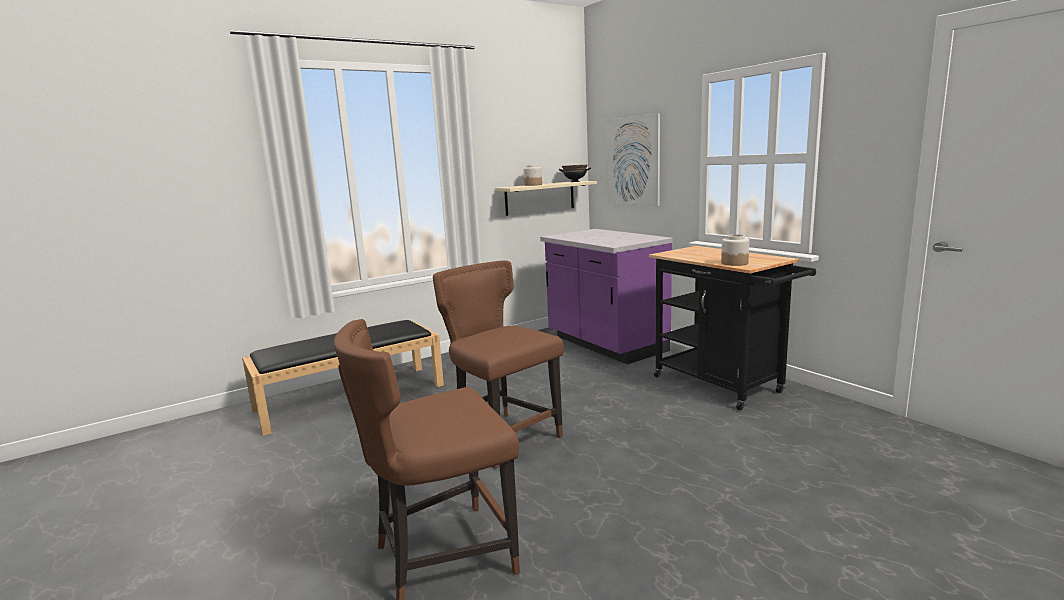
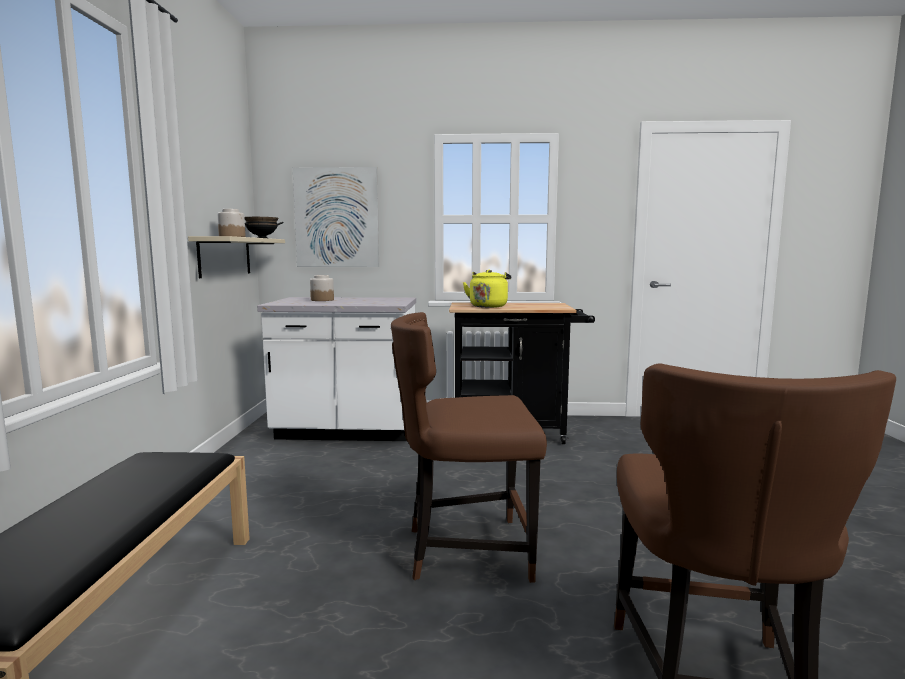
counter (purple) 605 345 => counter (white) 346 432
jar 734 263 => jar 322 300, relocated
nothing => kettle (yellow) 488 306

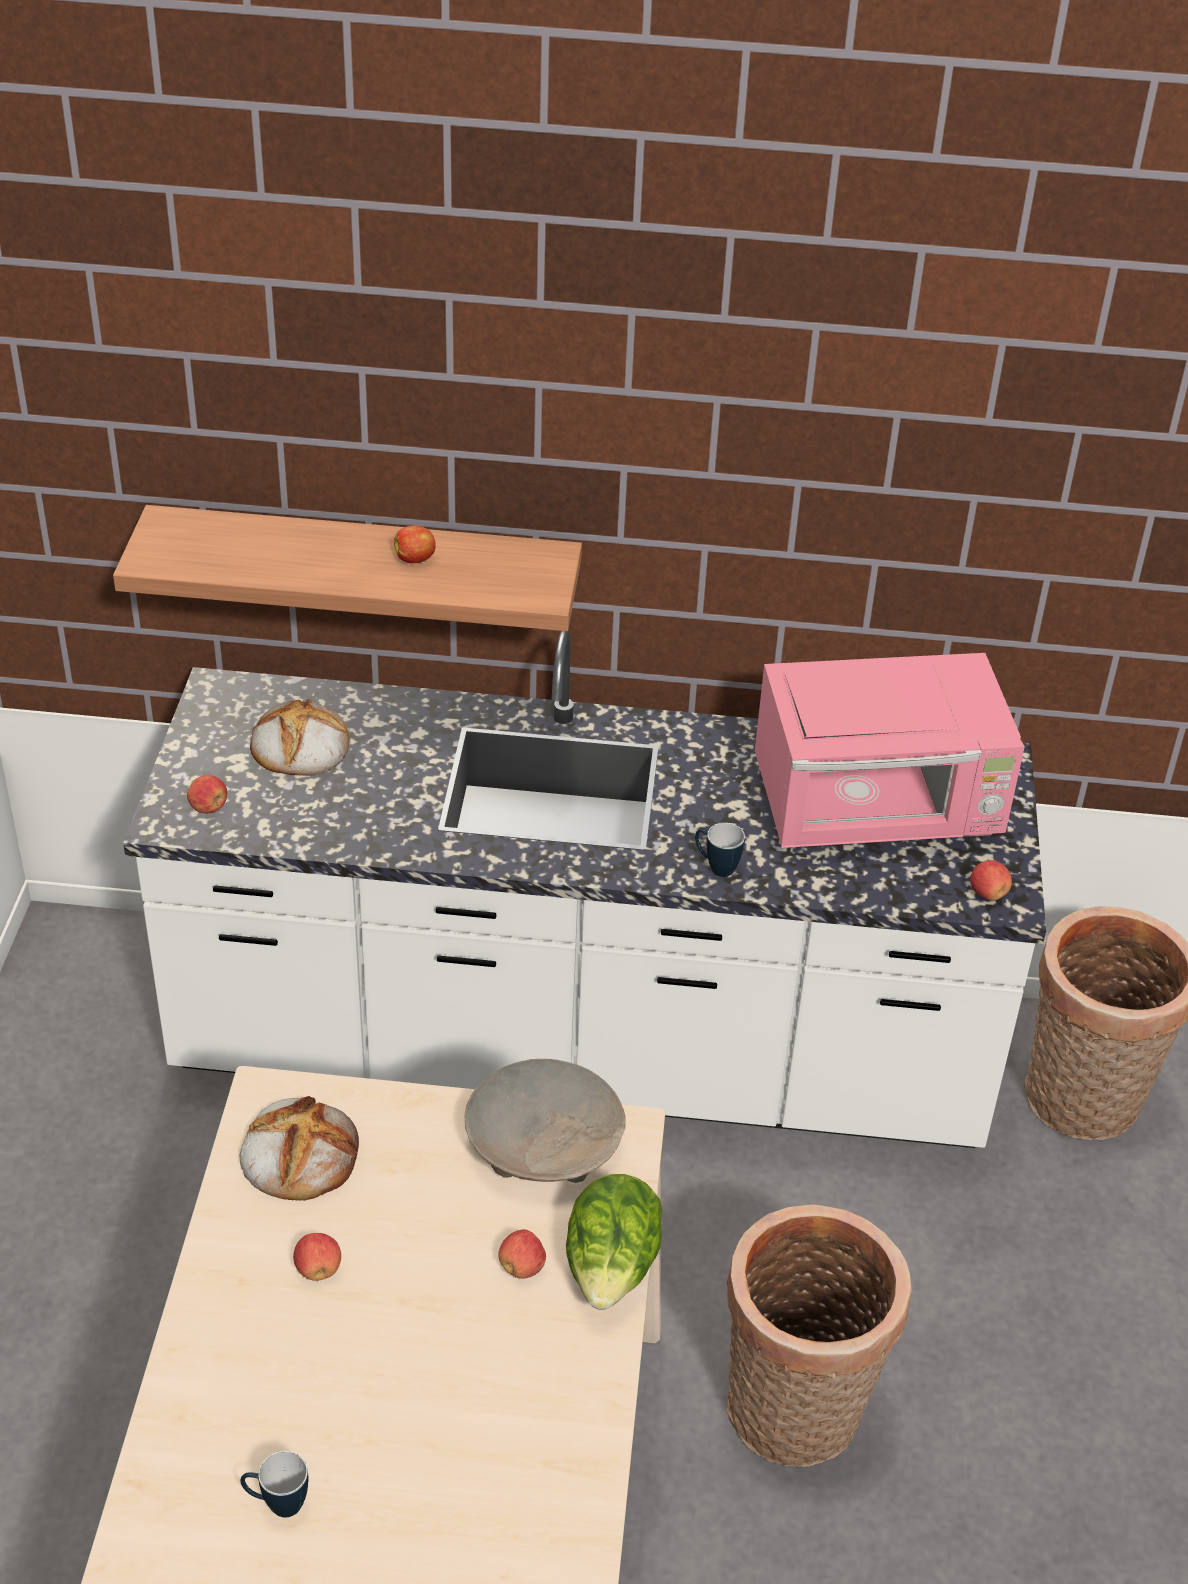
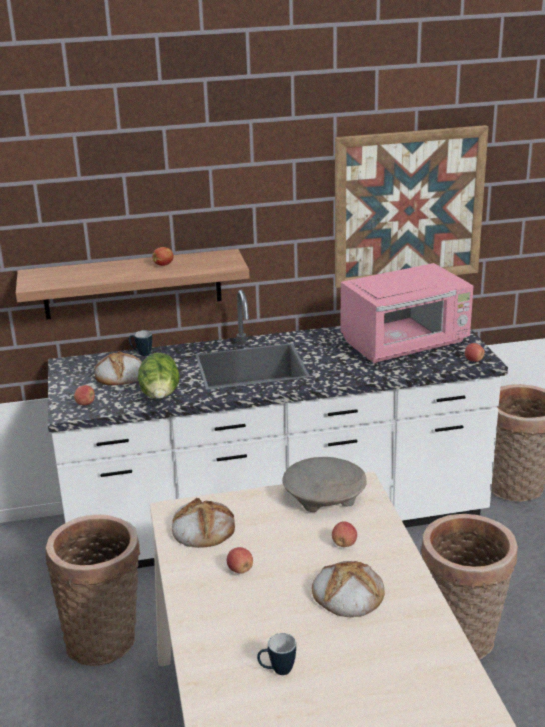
lettuce 612 1269 => lettuce 161 397, relocated
mug 716 867 => mug 141 353, relocated
nothing => basket 105 639
nothing => bread 347 594
nothing => picture 408 207

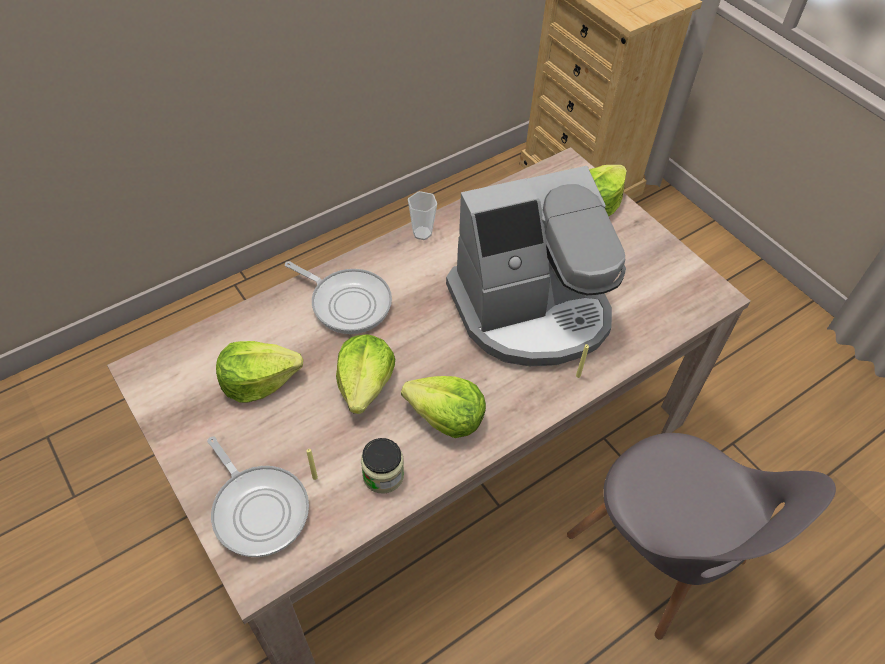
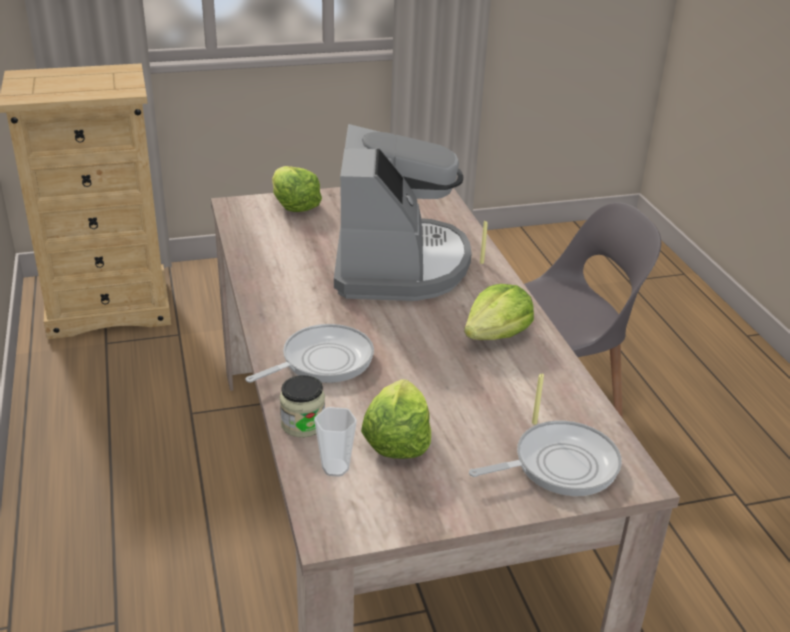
lettuce 365 384 => nothing
jar 383 475 => jar 303 424, relocated
cup 422 233 => cup 335 468, relocated

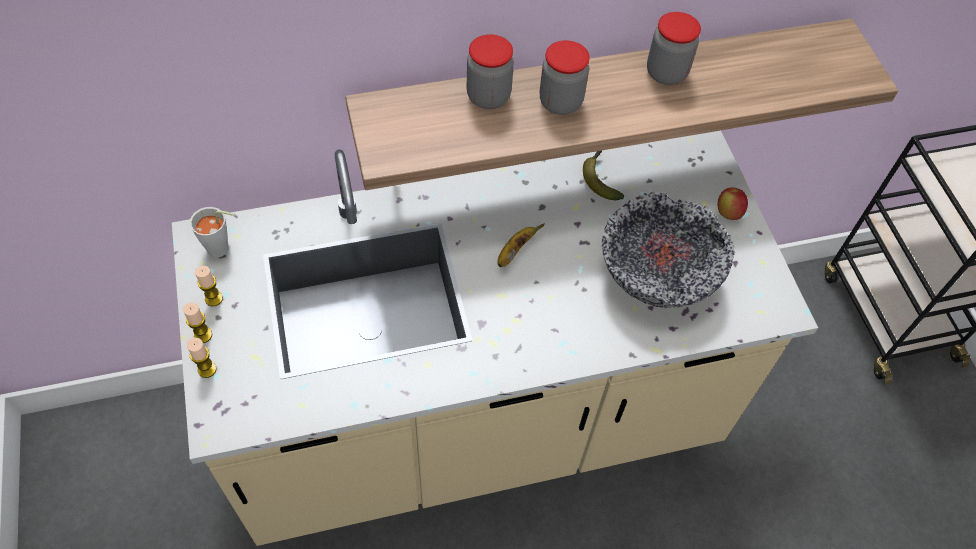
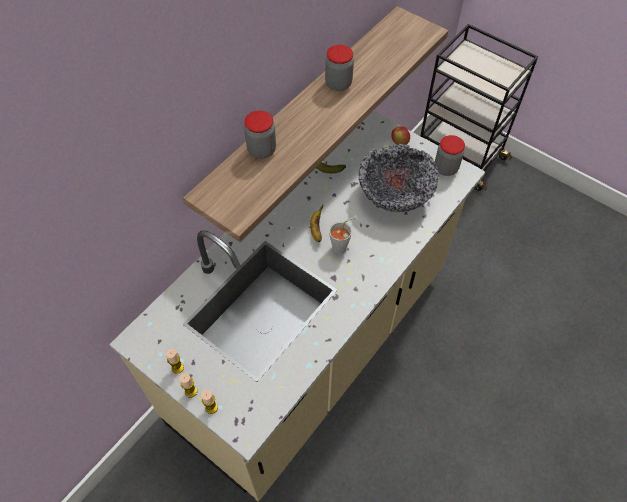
cup (grey) 223 249 => cup (grey) 342 247, relocated
jar 560 102 => jar 446 168, relocated

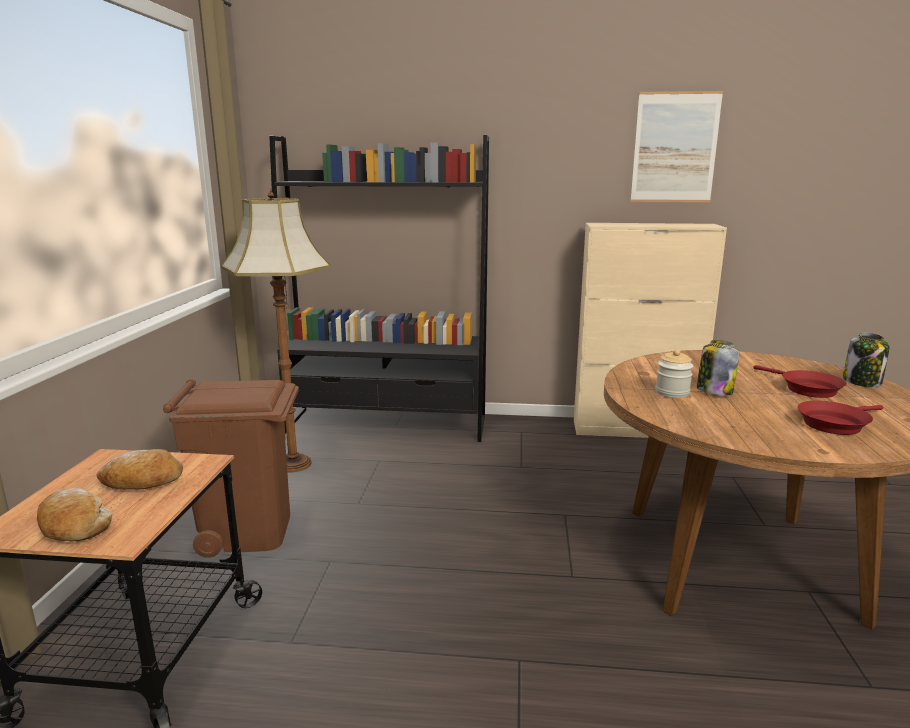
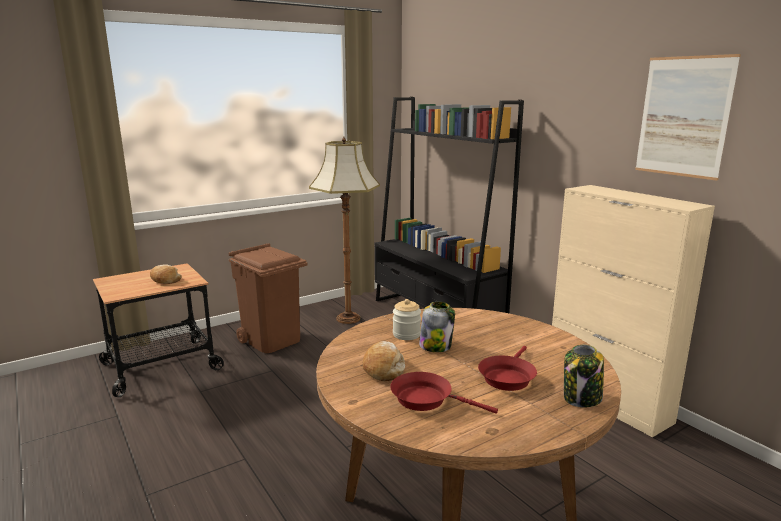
bread 74 526 => bread 383 368, relocated

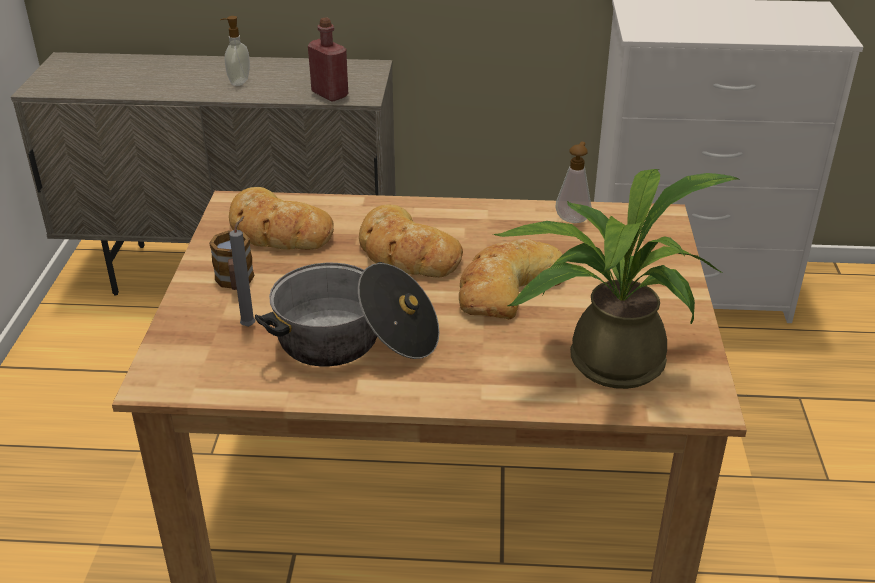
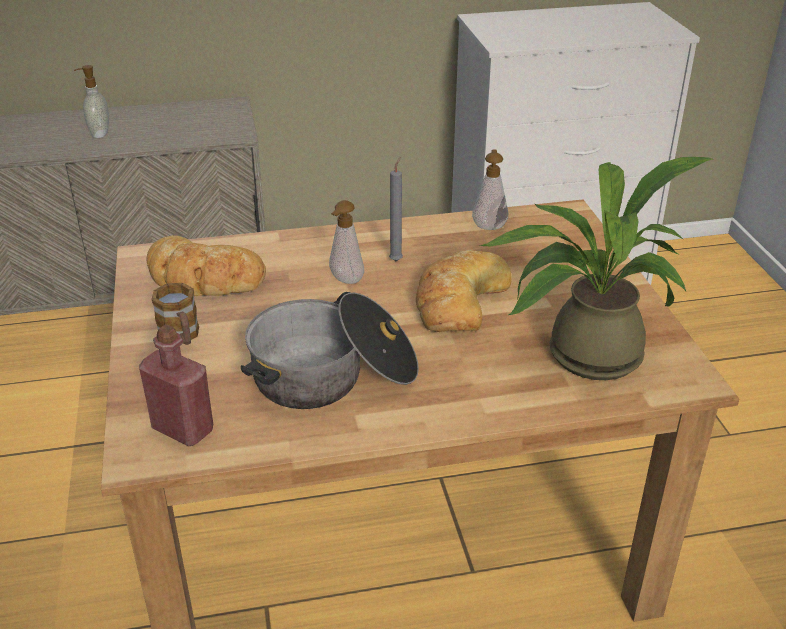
candle (grey) 250 325 => candle (grey) 397 260, relocated
bottle (red) 330 94 => bottle (red) 183 429, relocated
bread 406 252 => soap dispenser 345 281

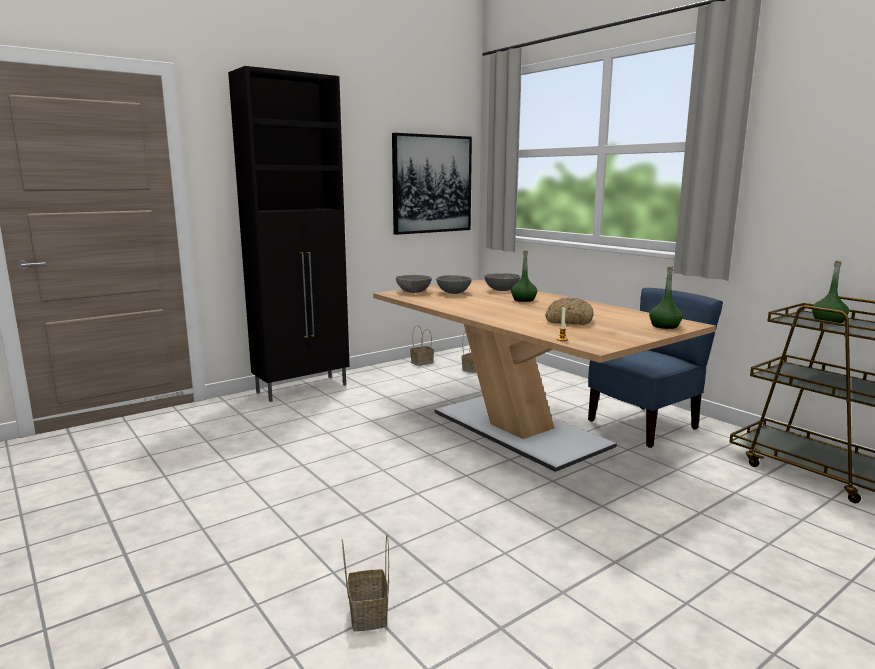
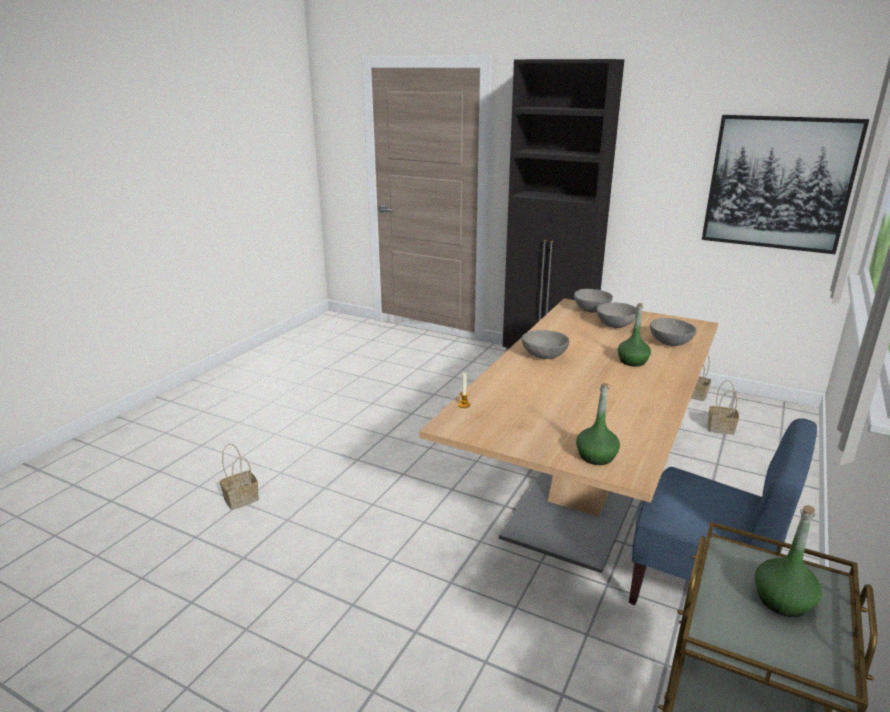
bread 568 321 => nothing
nothing => bowl (grey) 545 356

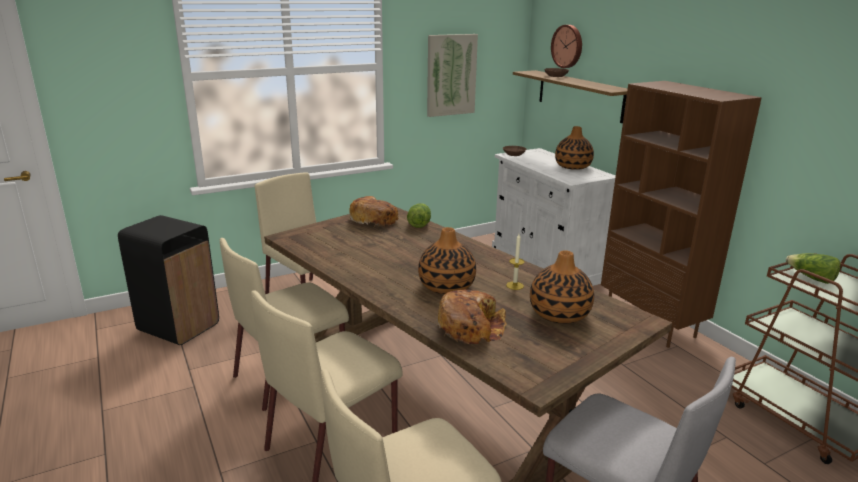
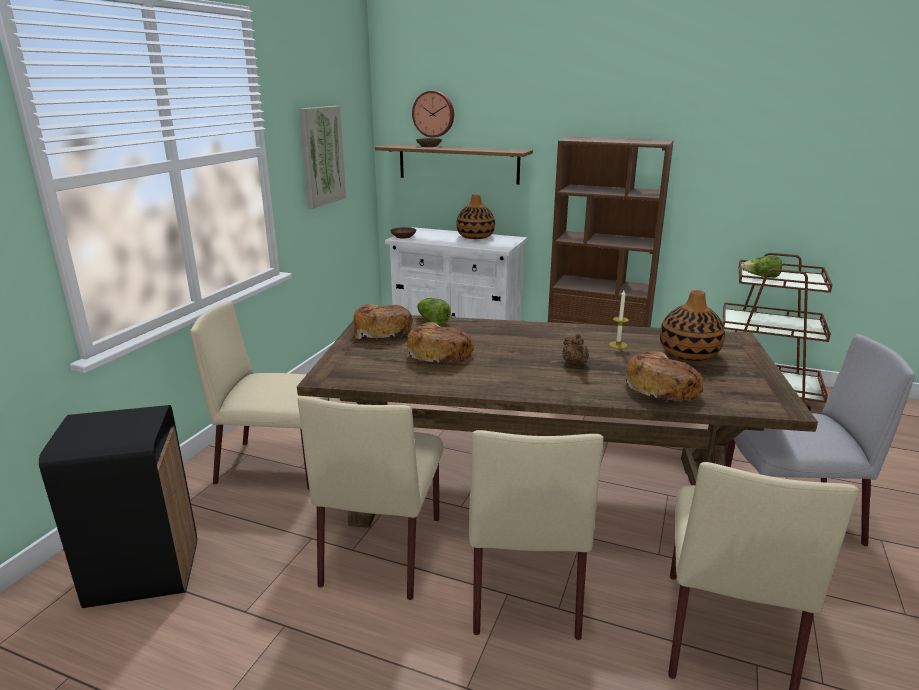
vase 446 286 => teapot (brown) 575 365
nothing => bread 439 354

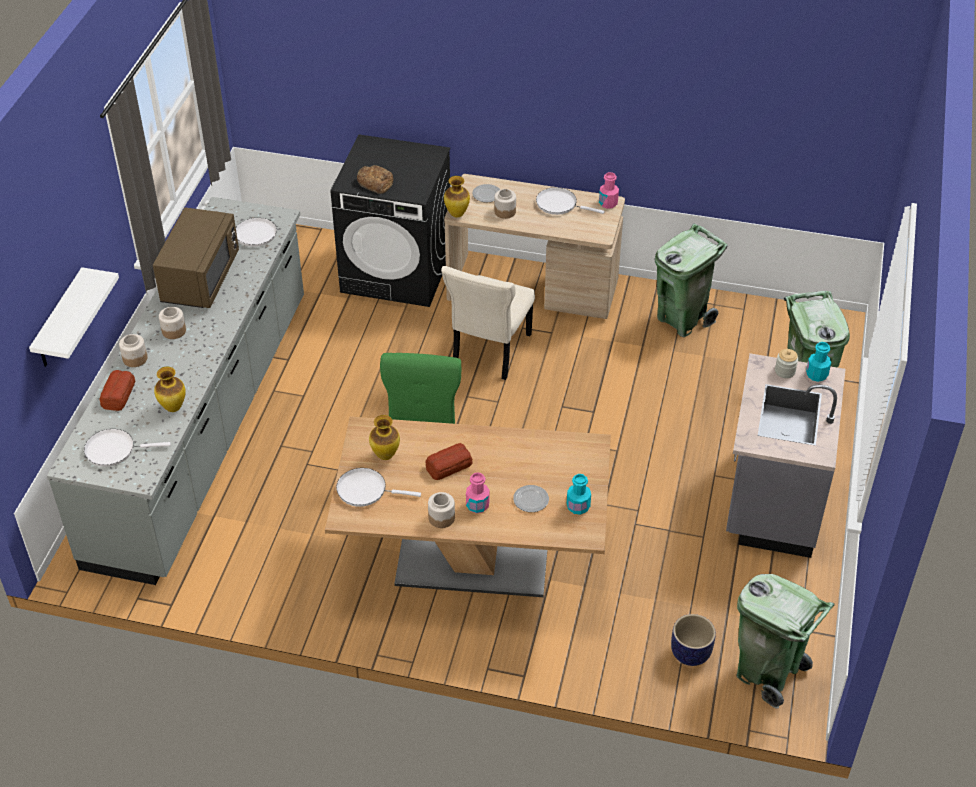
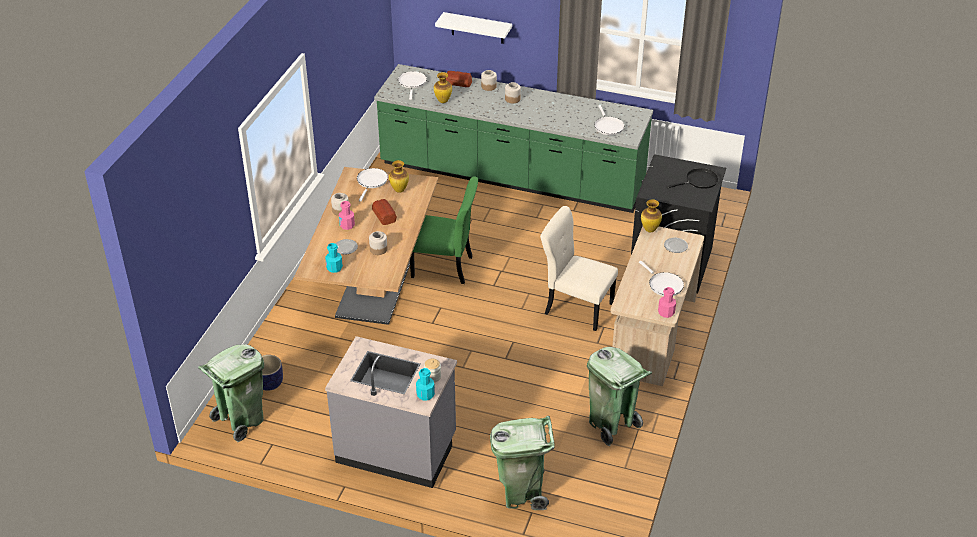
counter (grey) 203 427 => counter (green) 511 176
microwave (brown) 200 278 => nothing
bread 375 182 => nothing
jar 505 211 => jar 379 249, relocated
frying pan (white) 559 204 => frying pan (white) 664 285, 120 degrees clockwise
nothing => frying pan (black) 699 181

